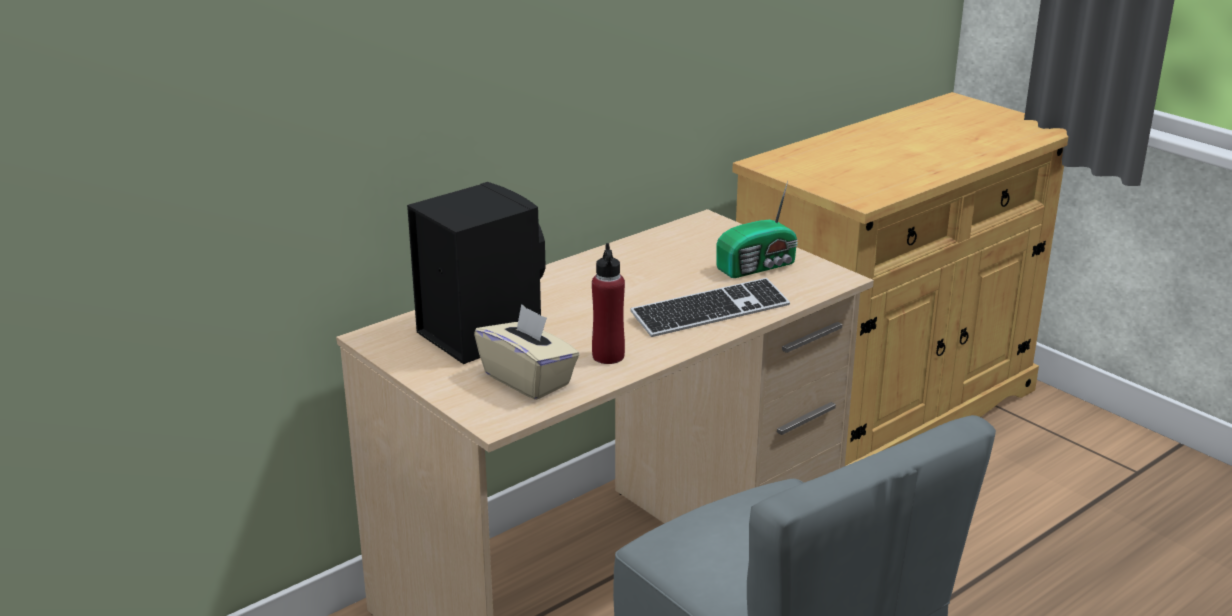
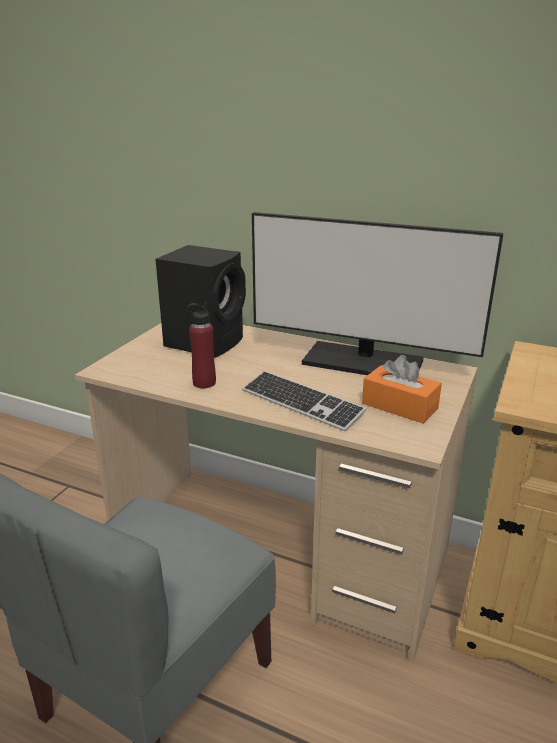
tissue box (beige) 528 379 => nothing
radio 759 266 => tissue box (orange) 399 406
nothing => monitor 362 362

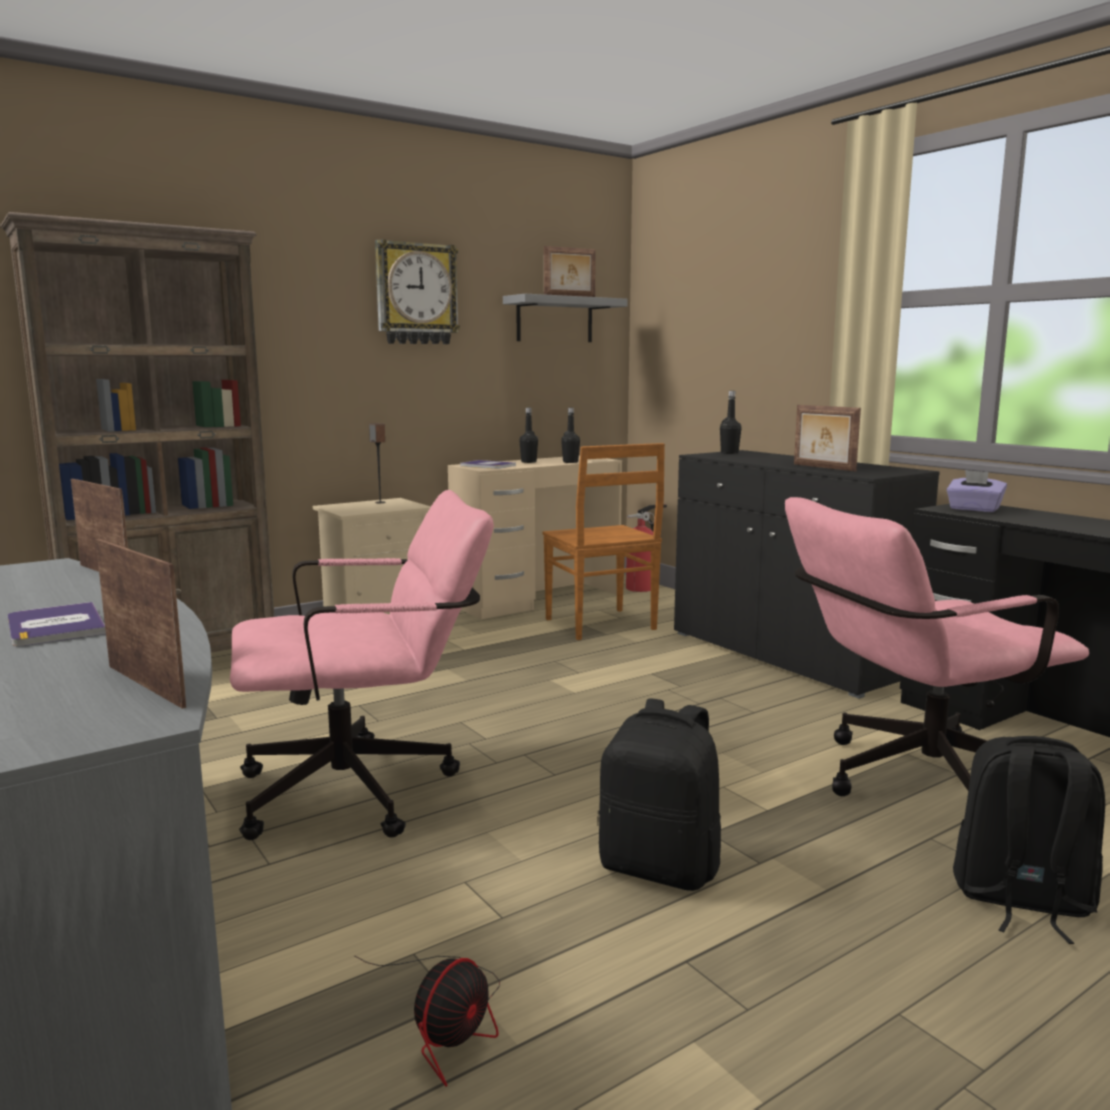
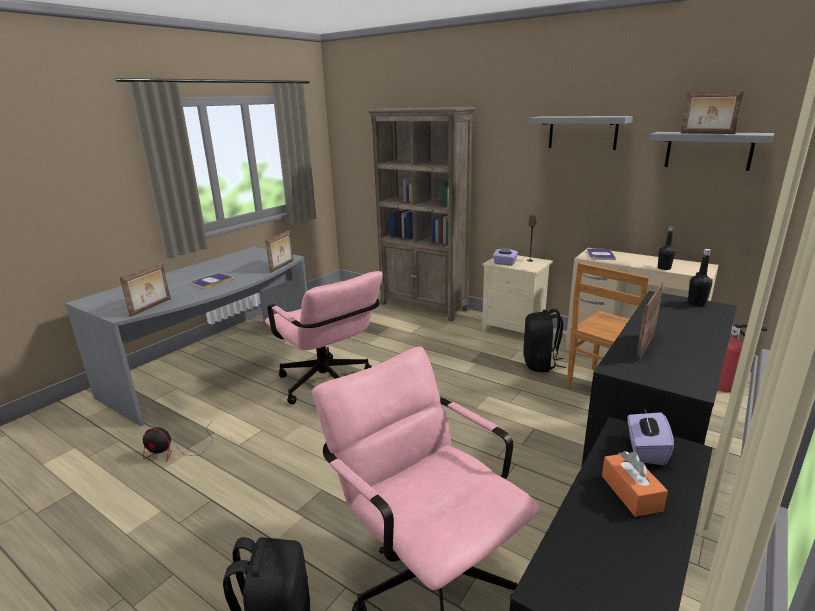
wall clock 416 294 => shelf (grey) 582 132
bottle (black) 528 462 => nothing
backpack (black) 660 867 => backpack (black) 540 364, relocated
nothing => tissue box (purple) 504 263
nothing => tissue box (orange) 631 493

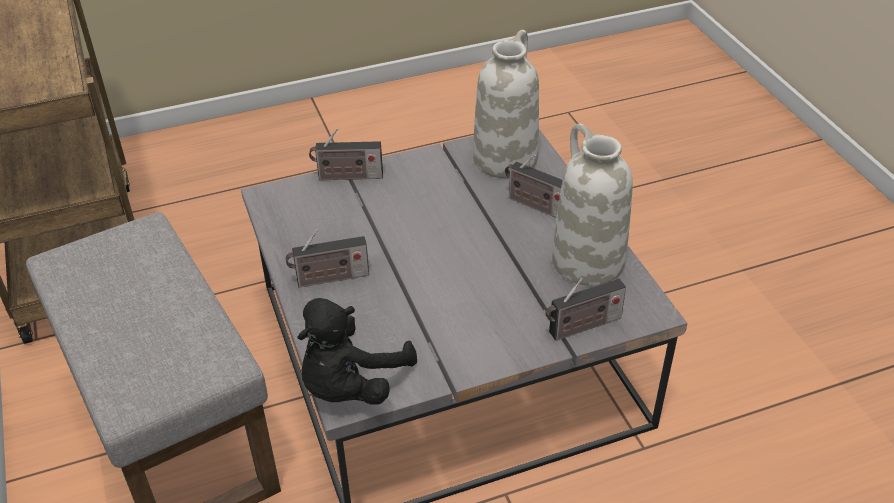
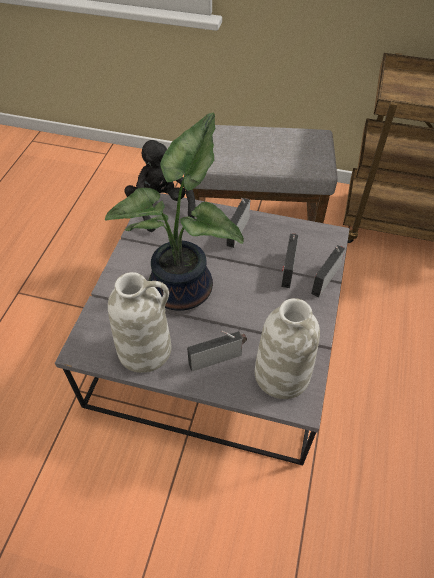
radio 582 327 => radio 287 267, relocated
nothing => potted plant 185 288

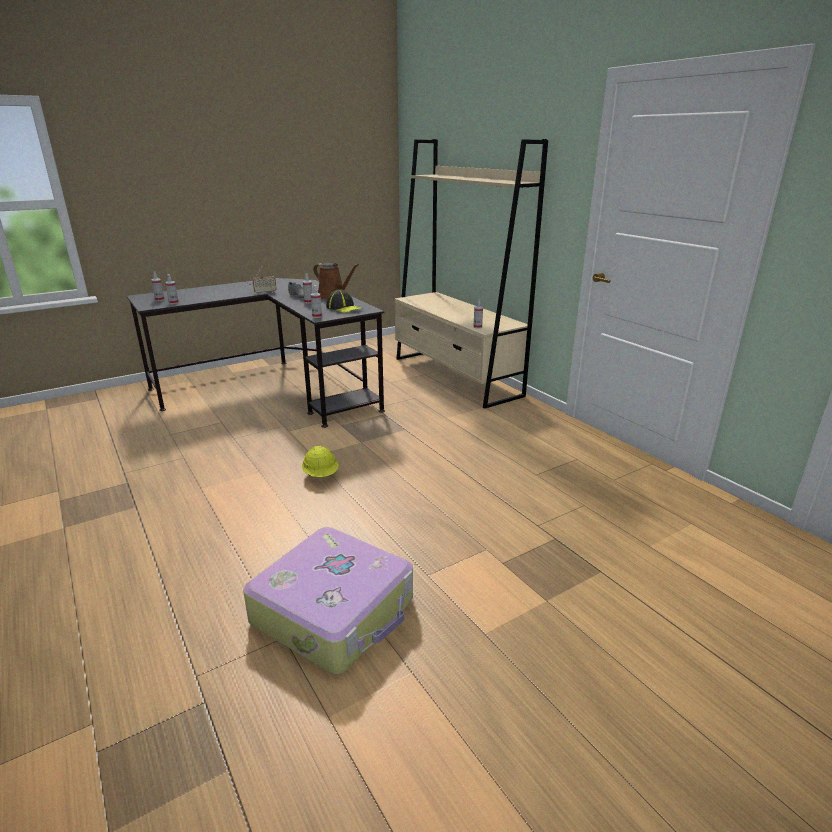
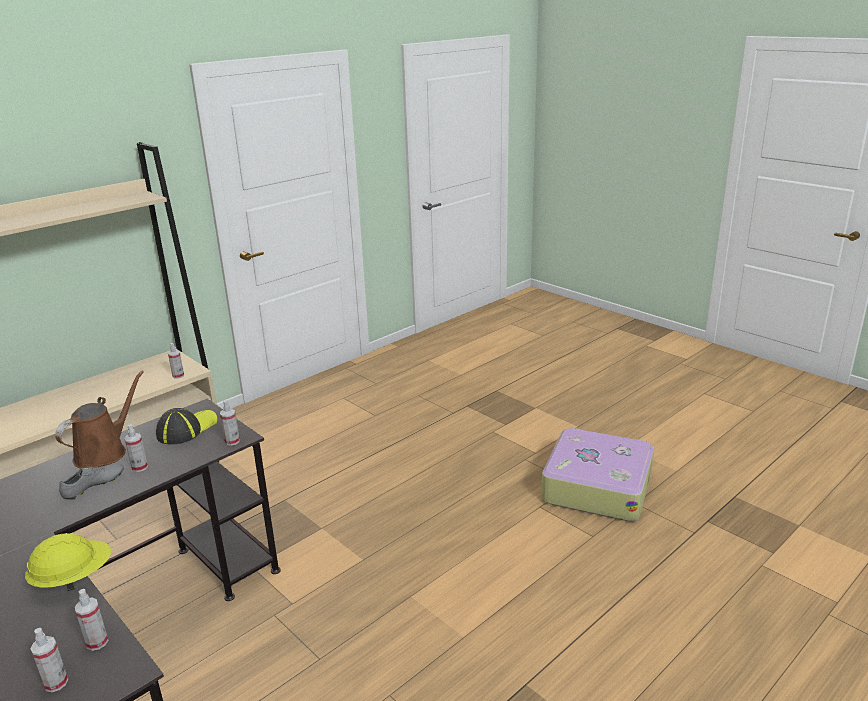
radio 265 292 => nothing
hard hat (yellow) 321 475 => hard hat (yellow) 73 578, relocated

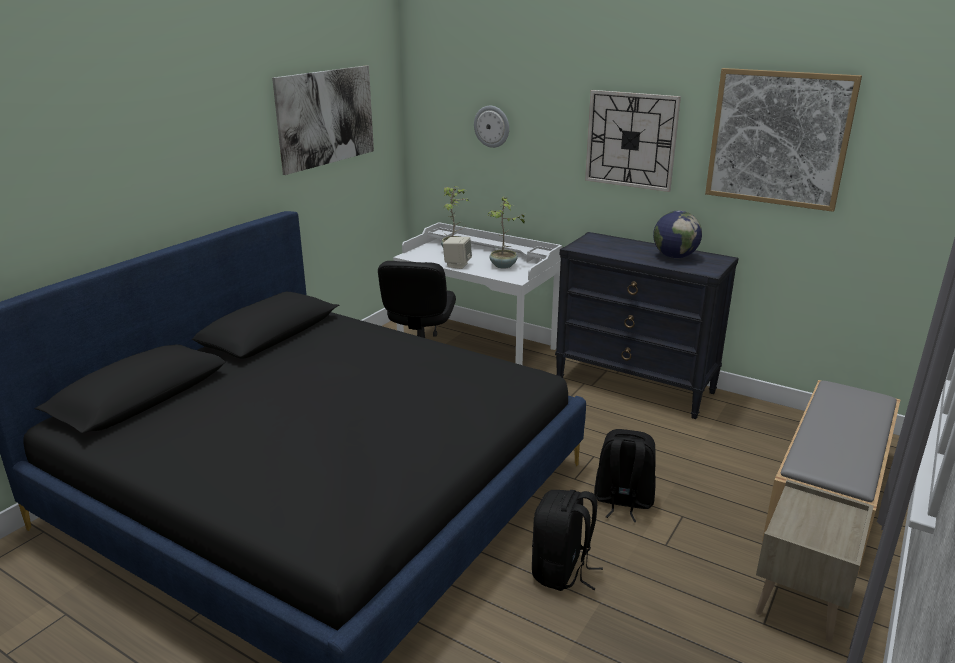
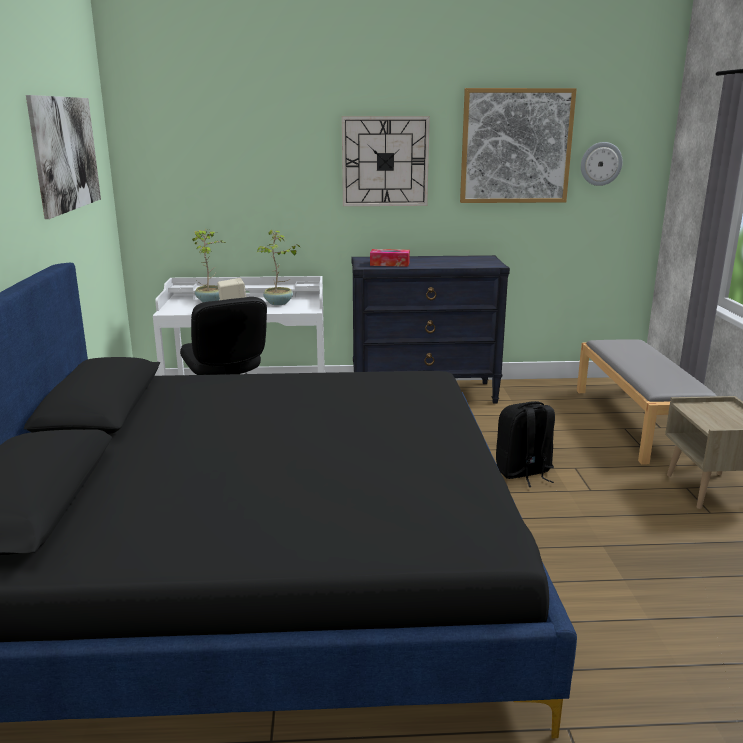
wall clock 492 126 => wall clock 601 164, relocated
backpack (black) 562 571 => nothing
globe 674 256 => nothing
nothing => tissue box 389 264

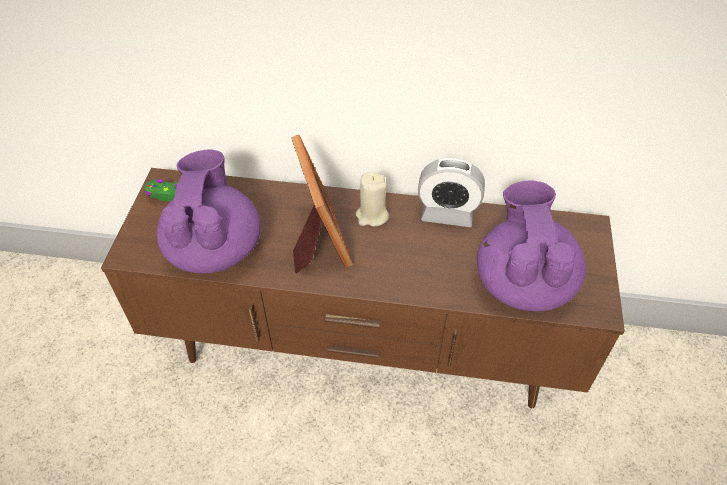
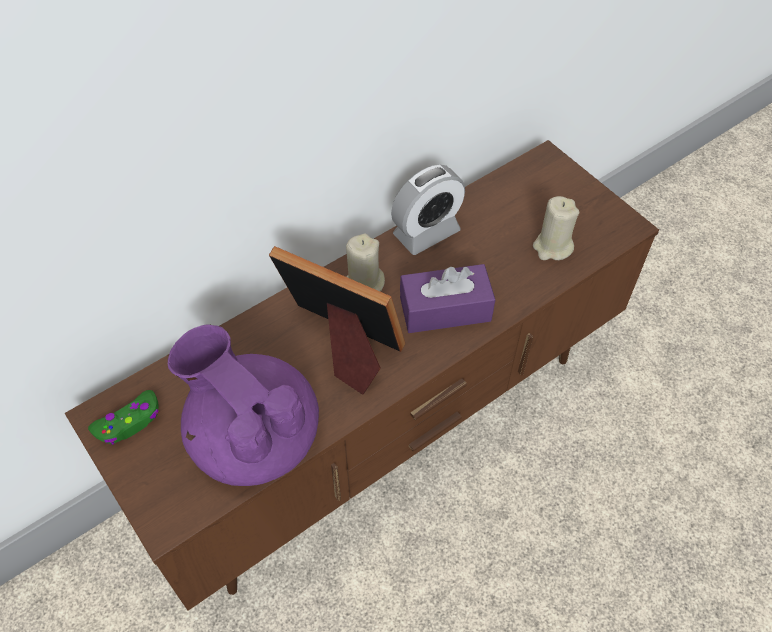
teapot (purple) 523 282 => candle (beige) 552 247
nothing => tissue box (purple) 445 309

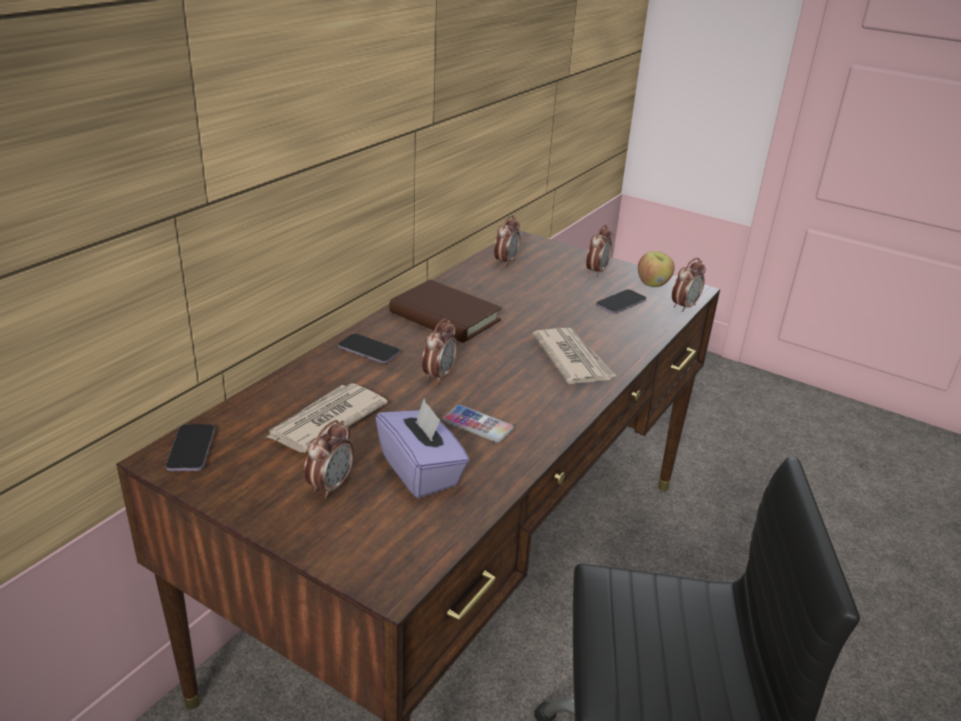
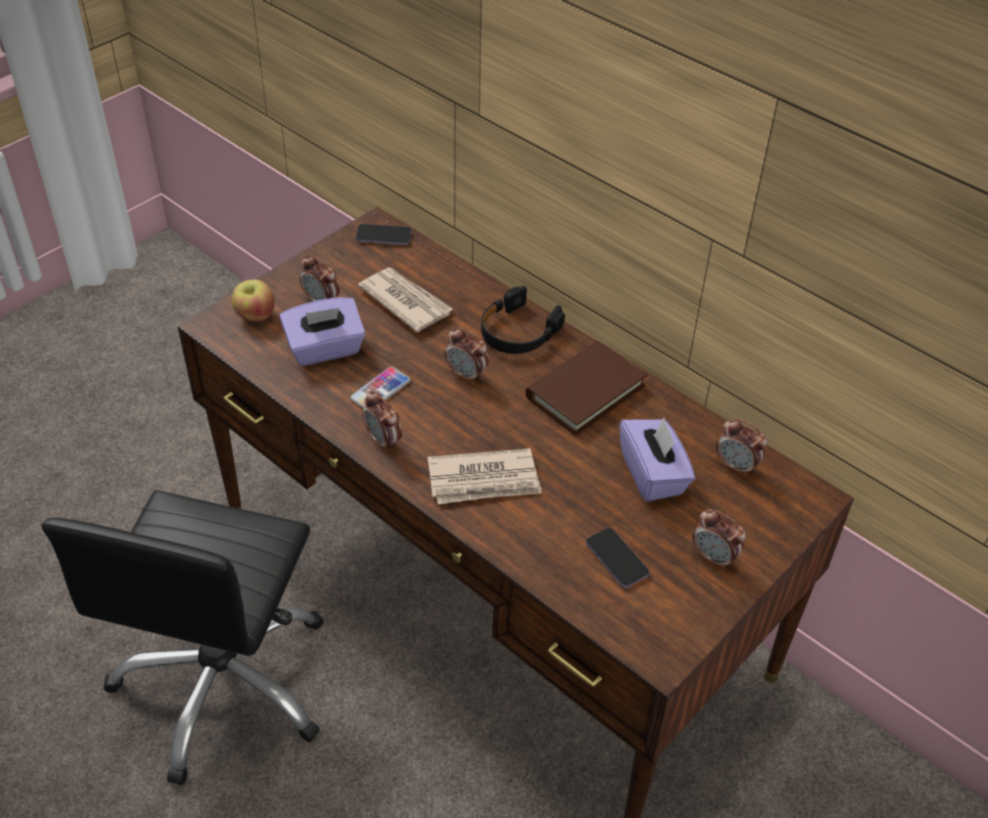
phone 369 351 => headphones (black) 518 332
apple 653 284 => apple 255 315, relocated
alarm clock 684 306 => alarm clock 383 440, relocated
nothing => tissue box (purple) 653 474

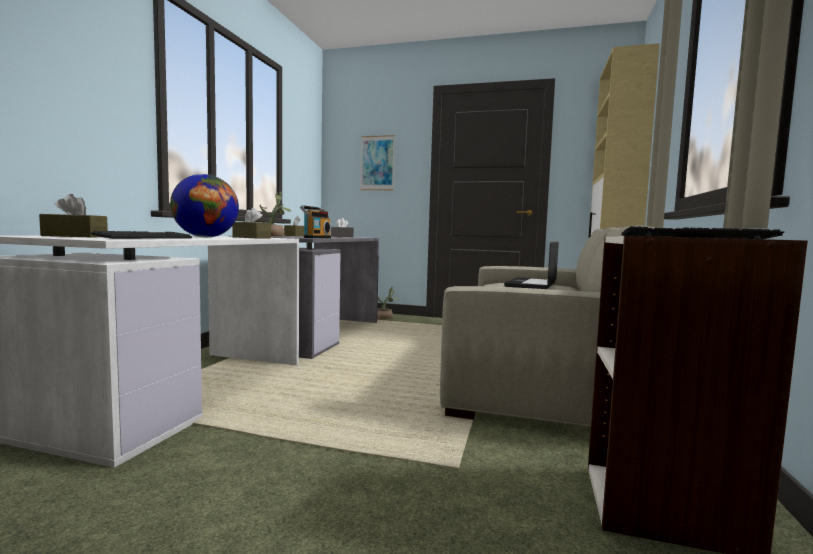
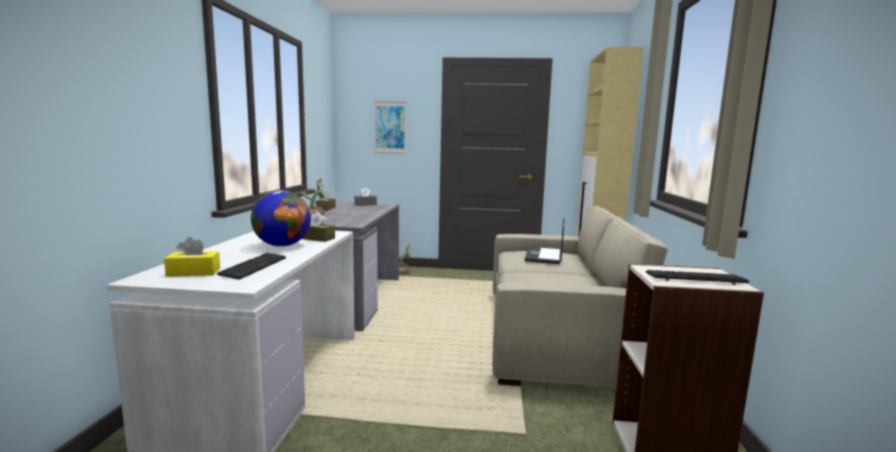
tissue box (brown) 75 236 => tissue box (yellow) 193 272
radio 316 237 => nothing

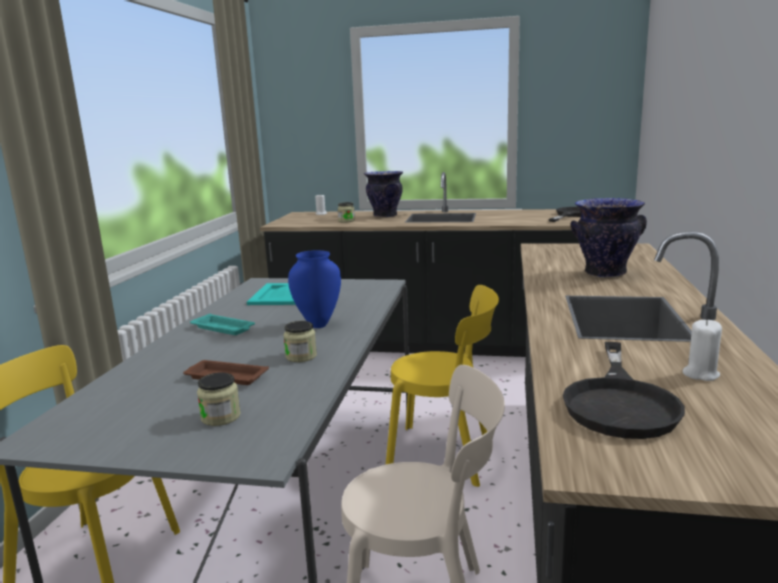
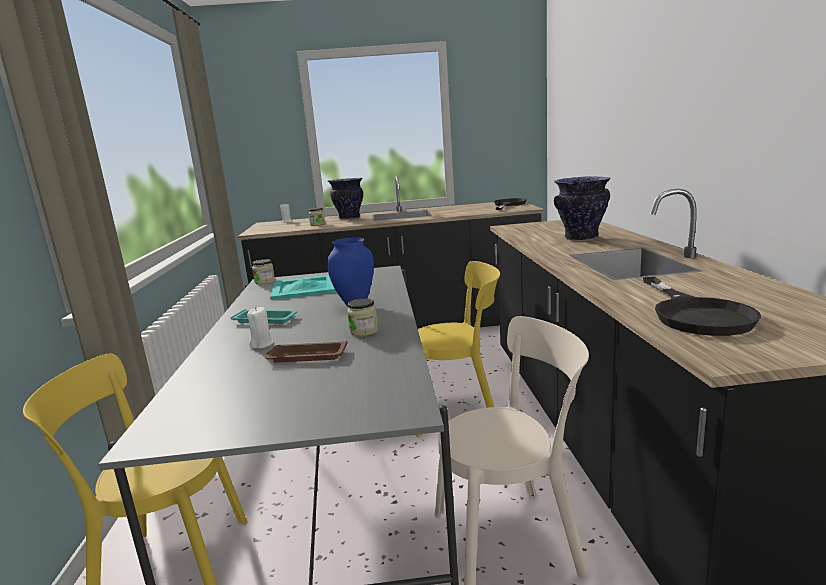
jar 221 417 => jar 265 282, relocated
candle (white) 700 374 => candle (white) 262 344, relocated

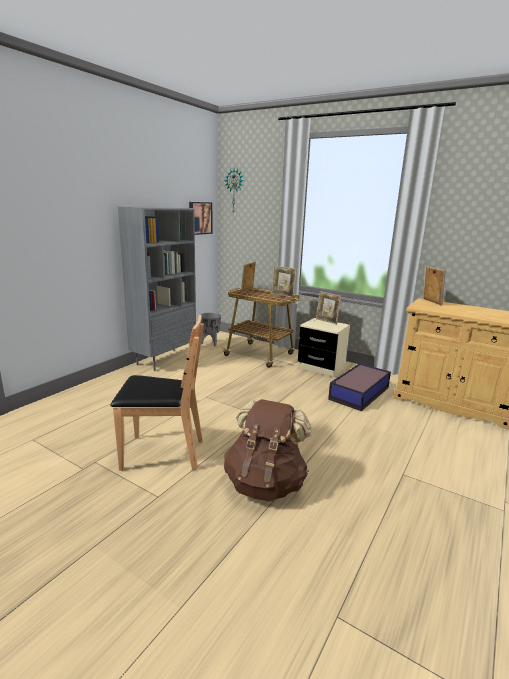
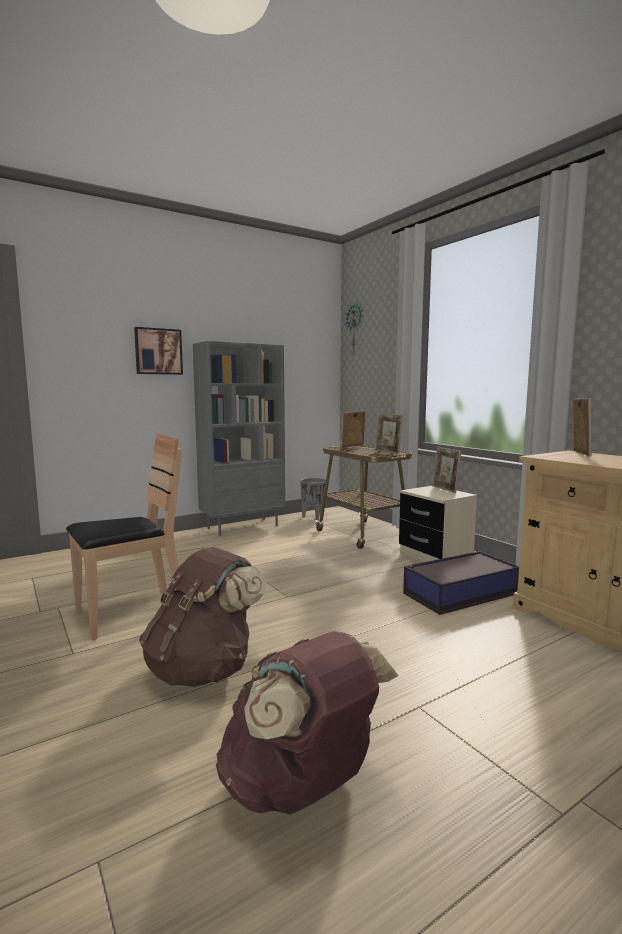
chair (brown) 162 453 => chair (brown) 130 613, 60 degrees counterclockwise
picture 199 218 => picture 158 351, relocated
nothing => backpack (brown) 302 787

